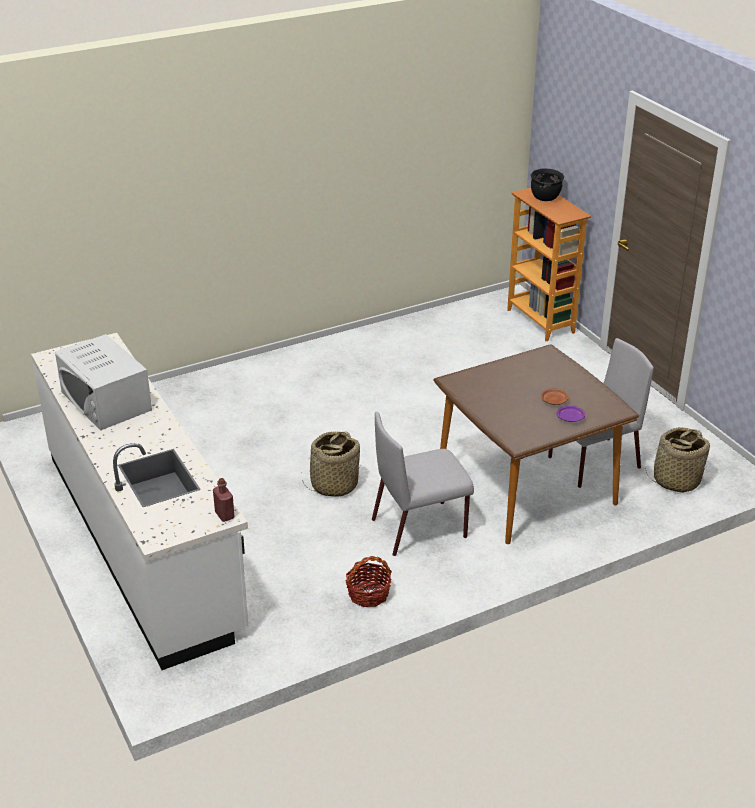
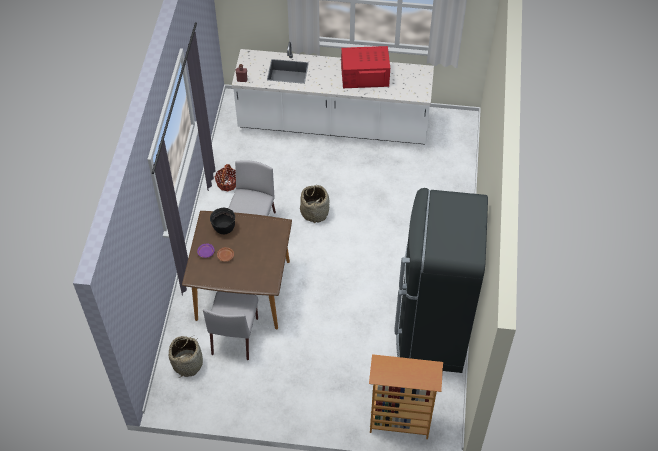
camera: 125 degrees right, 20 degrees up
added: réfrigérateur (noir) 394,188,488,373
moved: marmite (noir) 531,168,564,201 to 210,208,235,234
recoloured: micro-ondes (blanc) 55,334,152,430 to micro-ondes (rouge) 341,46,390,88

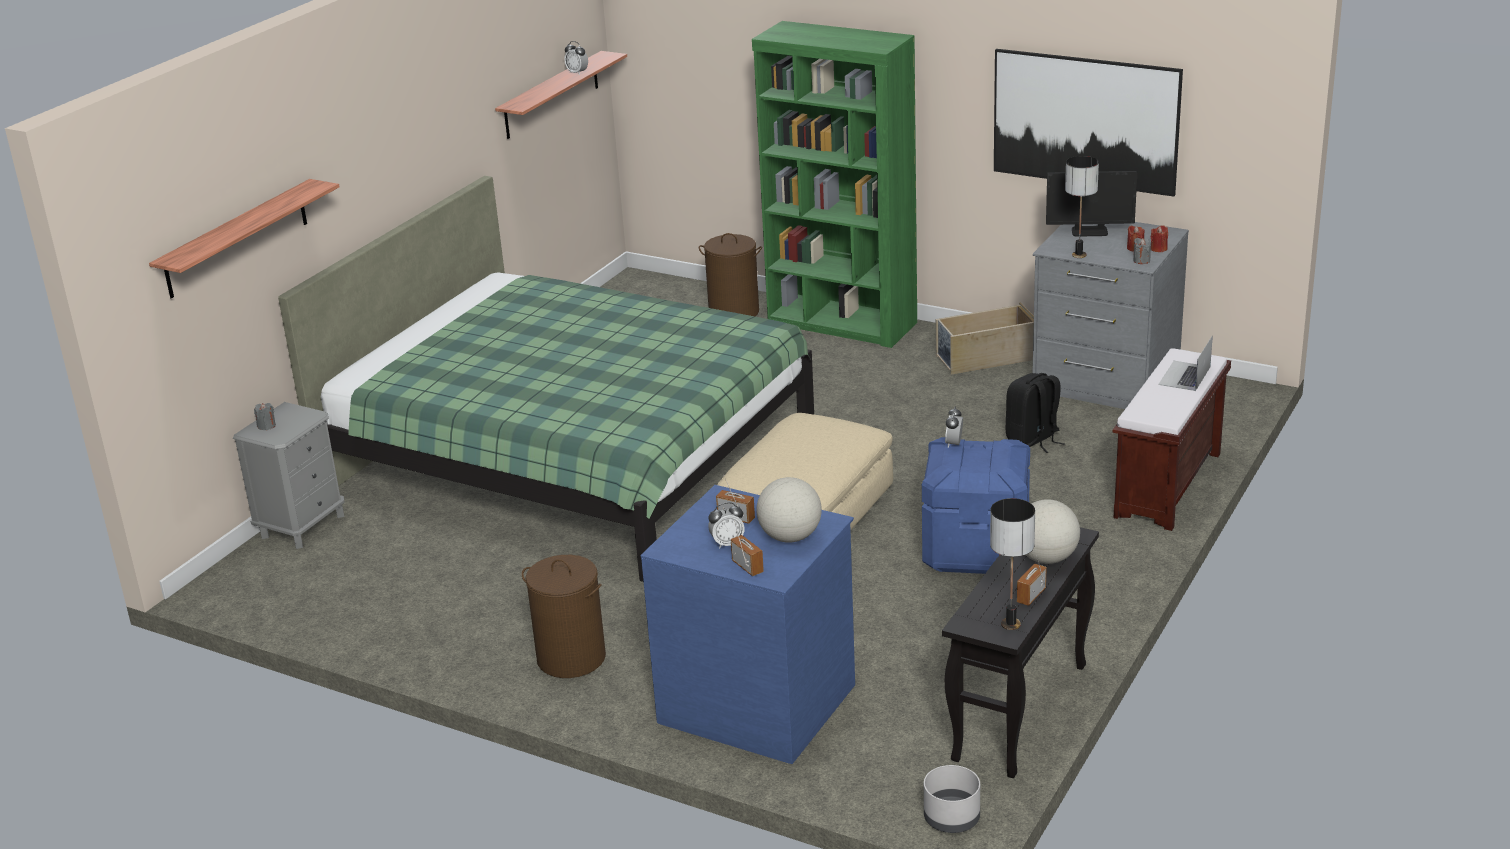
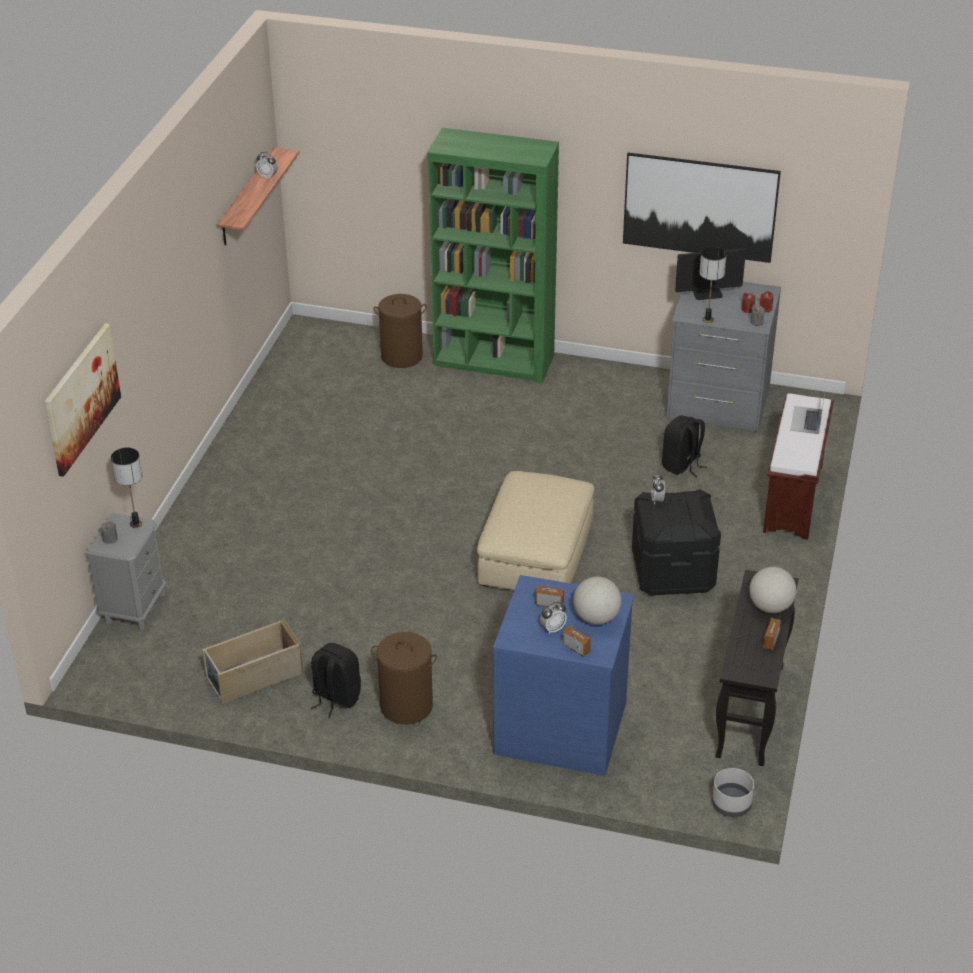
camera: 15 degrees left, 10 degrees up
removed: lit (vert) 278,176,814,582
added: sac à dos (noir) 311,643,361,717
moved: boîte de rangement (beige) 936,302,1034,375 to 202,618,304,704; lampe de table 990,498,1035,630 to 111,447,142,528
replaced: étagère 149,179,340,299 to tableau 44,324,121,477
recoloured: boîte de rangement (bleu) 922,437,1030,574 to boîte de rangement (noir) 632,489,721,596

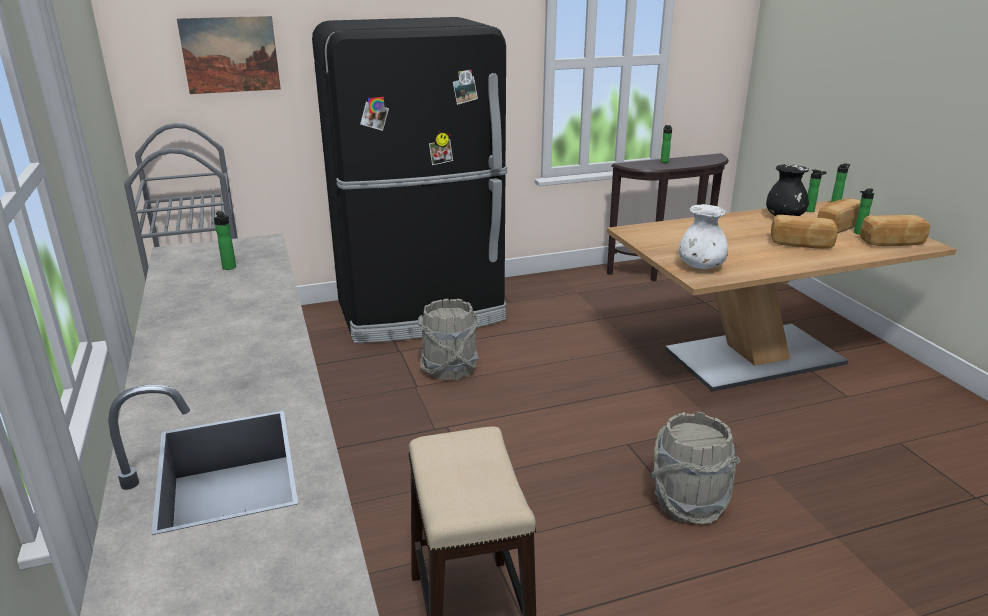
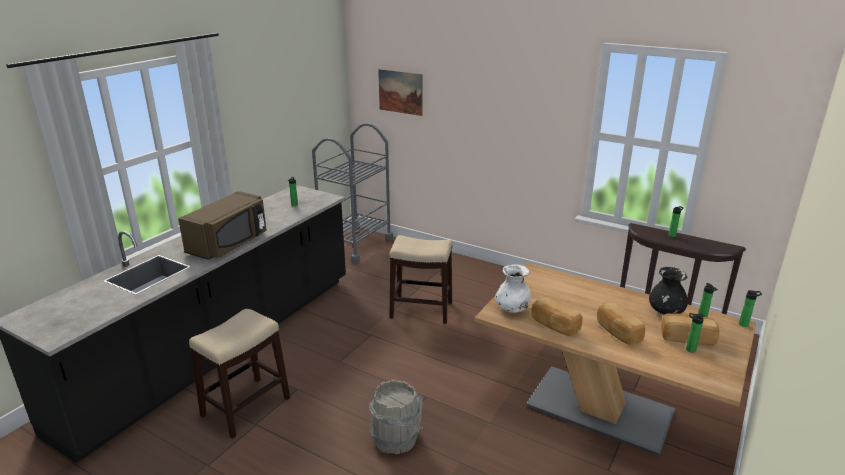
camera: 50 degrees right, 0 degrees up
removed: réfrigérateur (noir) 312,17,507,343
added: micro-ondes (marron) 178,191,267,260
moved: pain 860,215,930,246 to 531,296,582,336
replaced: seau (gris) 417,298,479,381 to tabouret 389,235,452,324

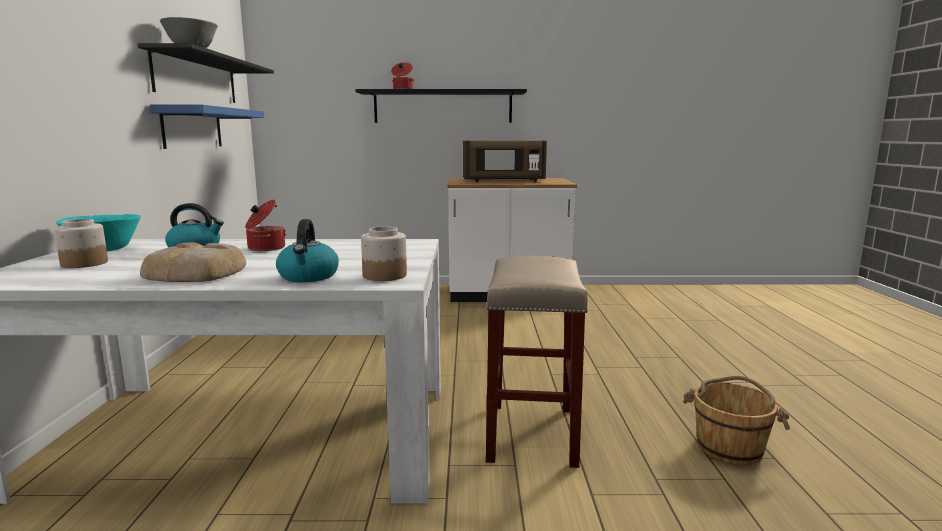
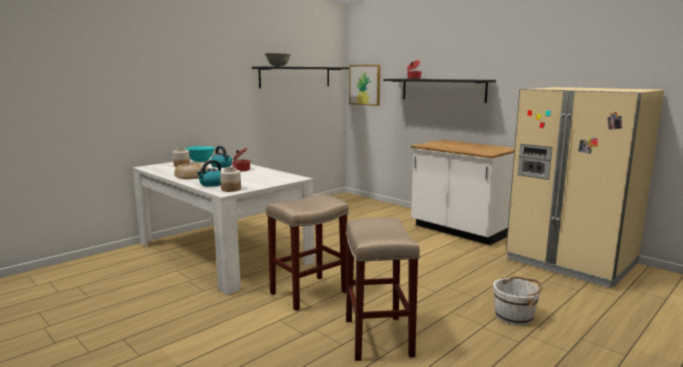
camera: 45 degrees right, 0 degrees up
removed: étagère (bleu) 150,105,264,149; micro-ondes (marron) 463,140,547,182
added: tableau 349,65,380,106; réfrigérateur (beige) 506,87,664,288; seau (blanc) 493,276,542,325
replaced: seau (marron) 683,376,790,465 to tabouret (beige) 346,218,420,361

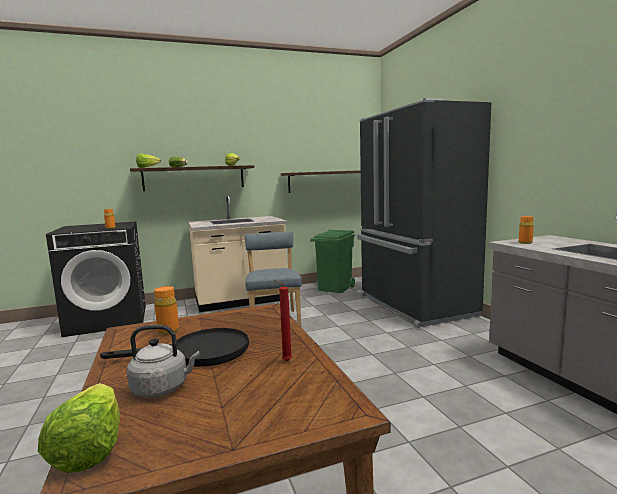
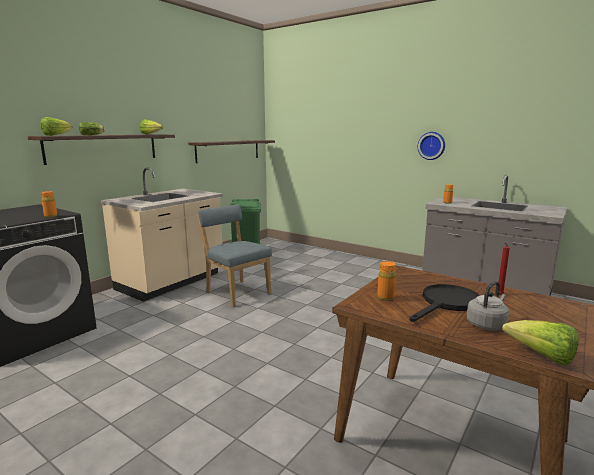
camera: 35 degrees left, 5 degrees up
removed: réfrigérateur (noir) 357,98,491,328
added: horloge murale 418,132,445,160

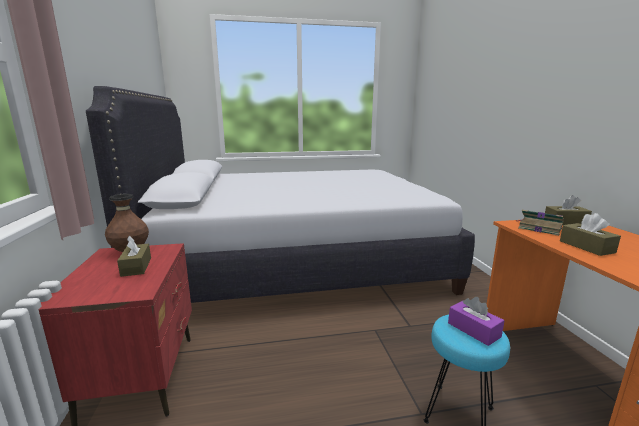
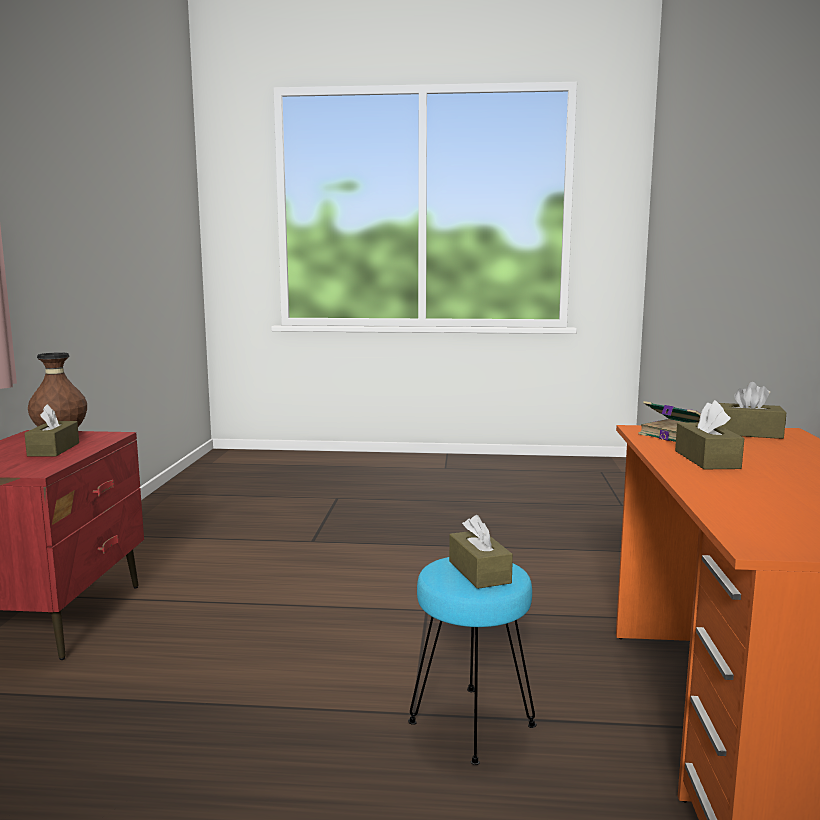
camera: 15 degrees right, 5 degrees down
removed: lit (blanc) 86,86,475,303
recoloured: boîte à mouchoirs (violet) 448,297,504,346 to boîte à mouchoirs (marron) 449,515,513,589

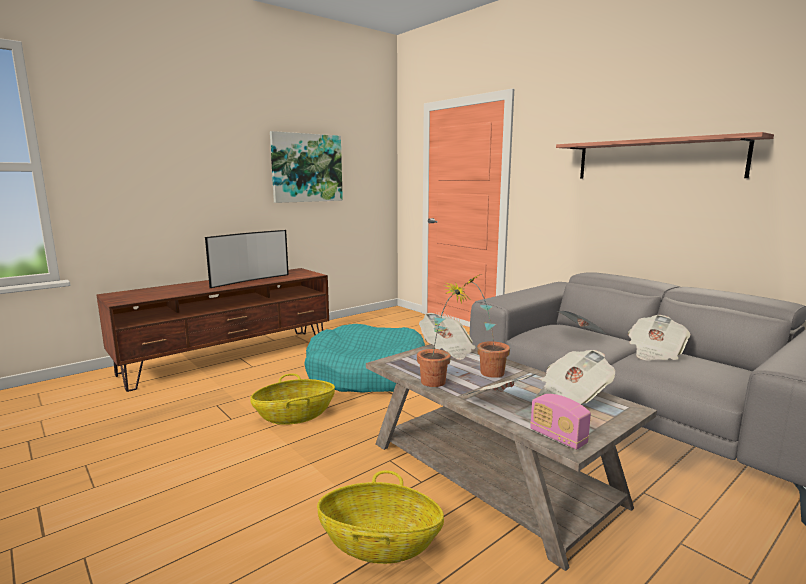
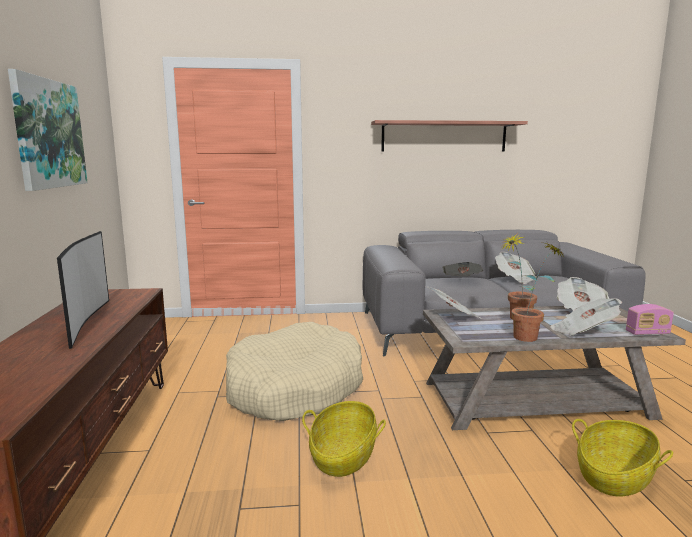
camera: 55 degrees left, 0 degrees up
recoloured: panier pour chien (turquoise) 304,324,425,393 to panier pour chien (beige) 226,322,363,421

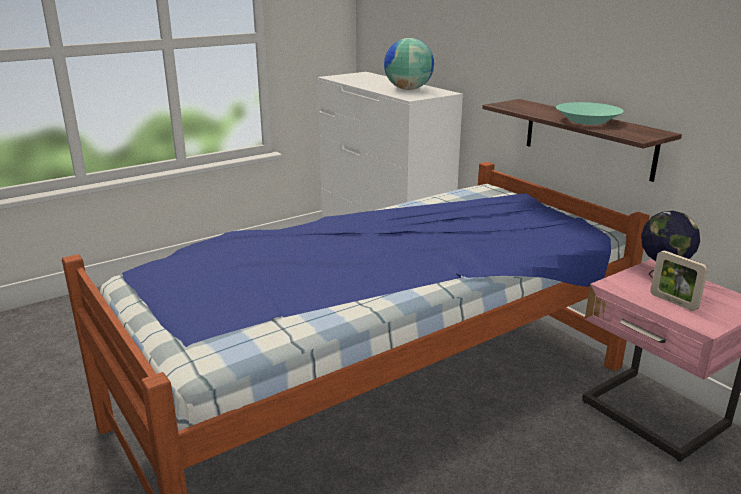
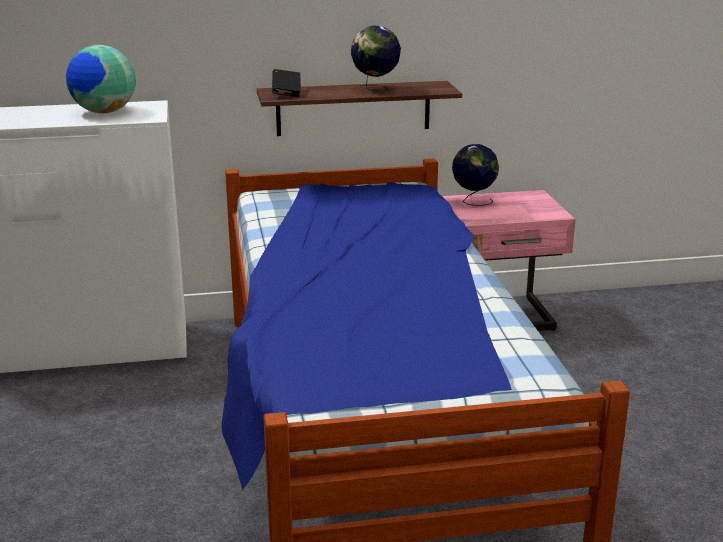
camera: 65 degrees left, 0 degrees up
removed: cadre photo 650,251,708,311
added: livre (noir) 272,69,301,97
replaced: bol (turquoise) 556,102,624,125 to globe 351,25,401,92

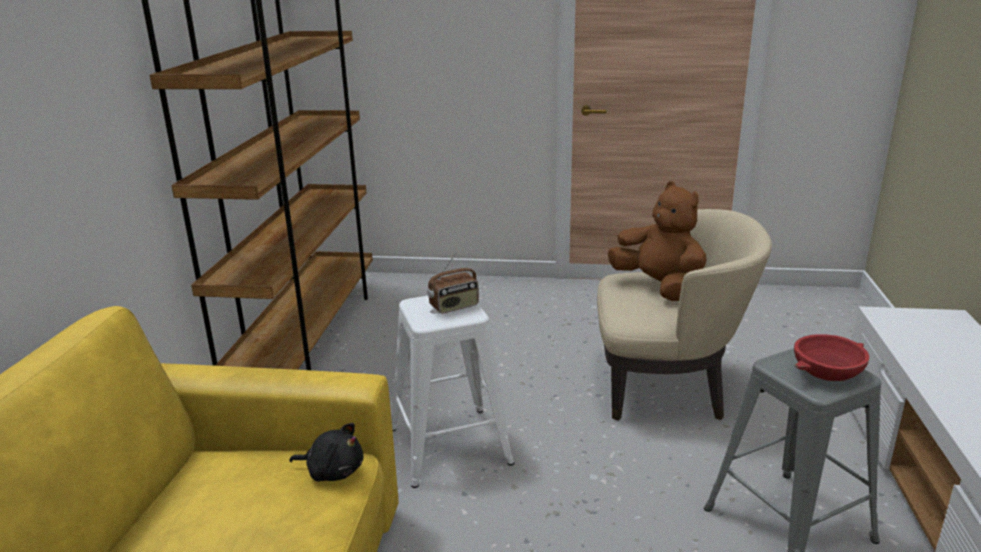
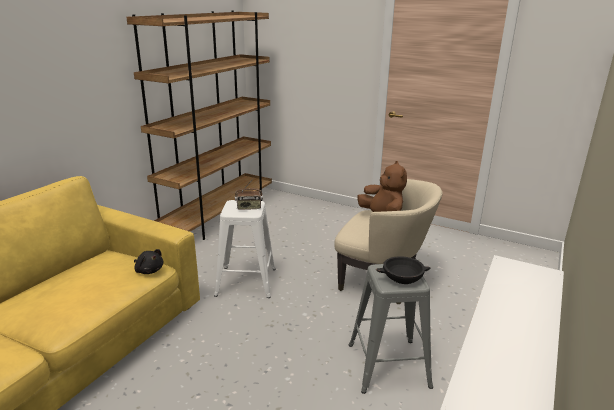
camera: 20 degrees right, 0 degrees up
recoloured: bol (rouge) 794,334,869,381 to bol (noir) 376,256,431,284

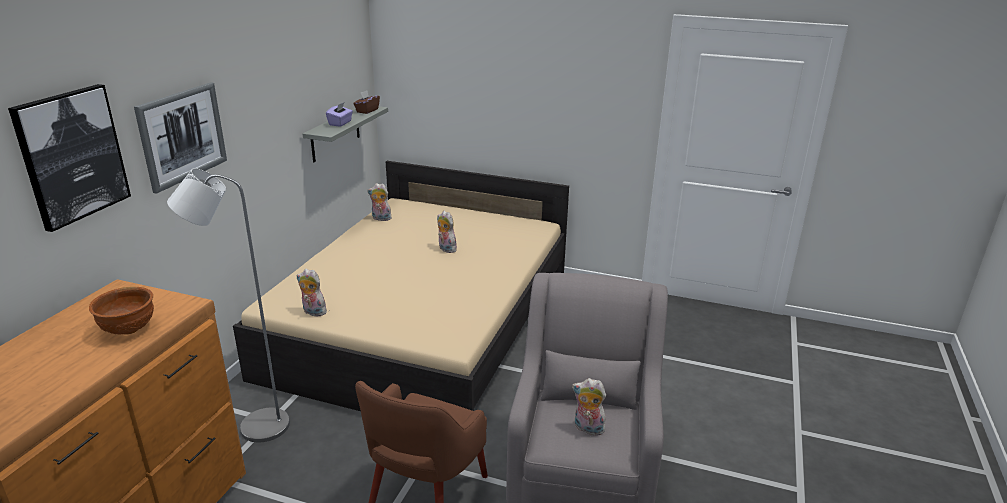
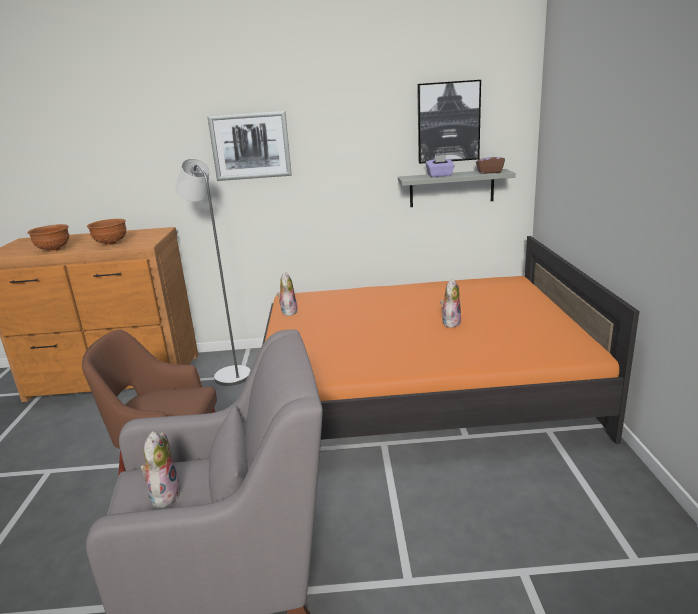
camera: 70 degrees right, 5 degrees down
removed: peluche 367,183,392,221
added: bol (marron) 27,224,69,252
moved: tableau 8,84,131,232 to 417,80,481,164
recoloured: lit (beige) 233,161,569,411 to lit (orange) 262,236,639,444

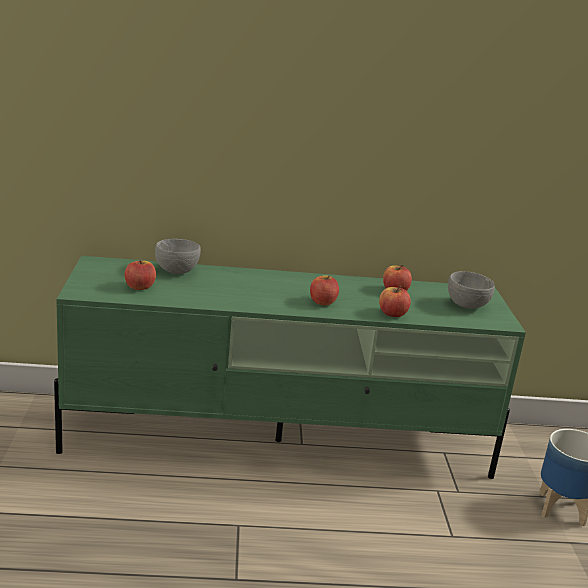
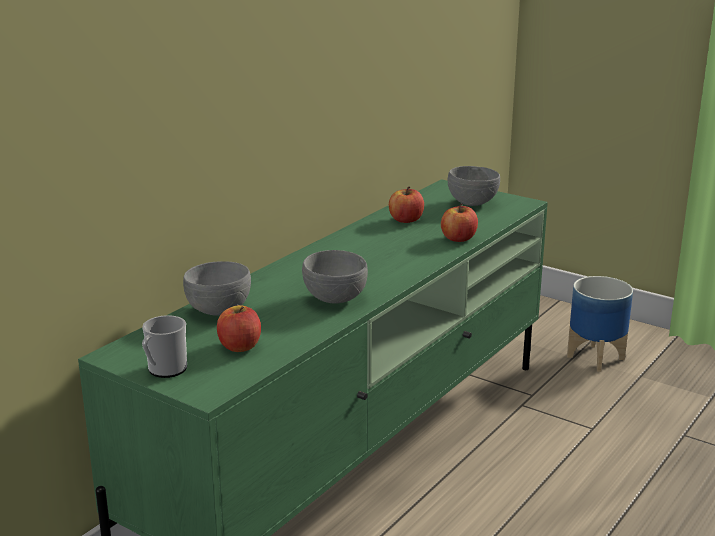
camera: 50 degrees left, 0 degrees up
removed: pomme 310,275,339,305
added: bol (gris) 302,250,368,304; mug 142,315,187,378

